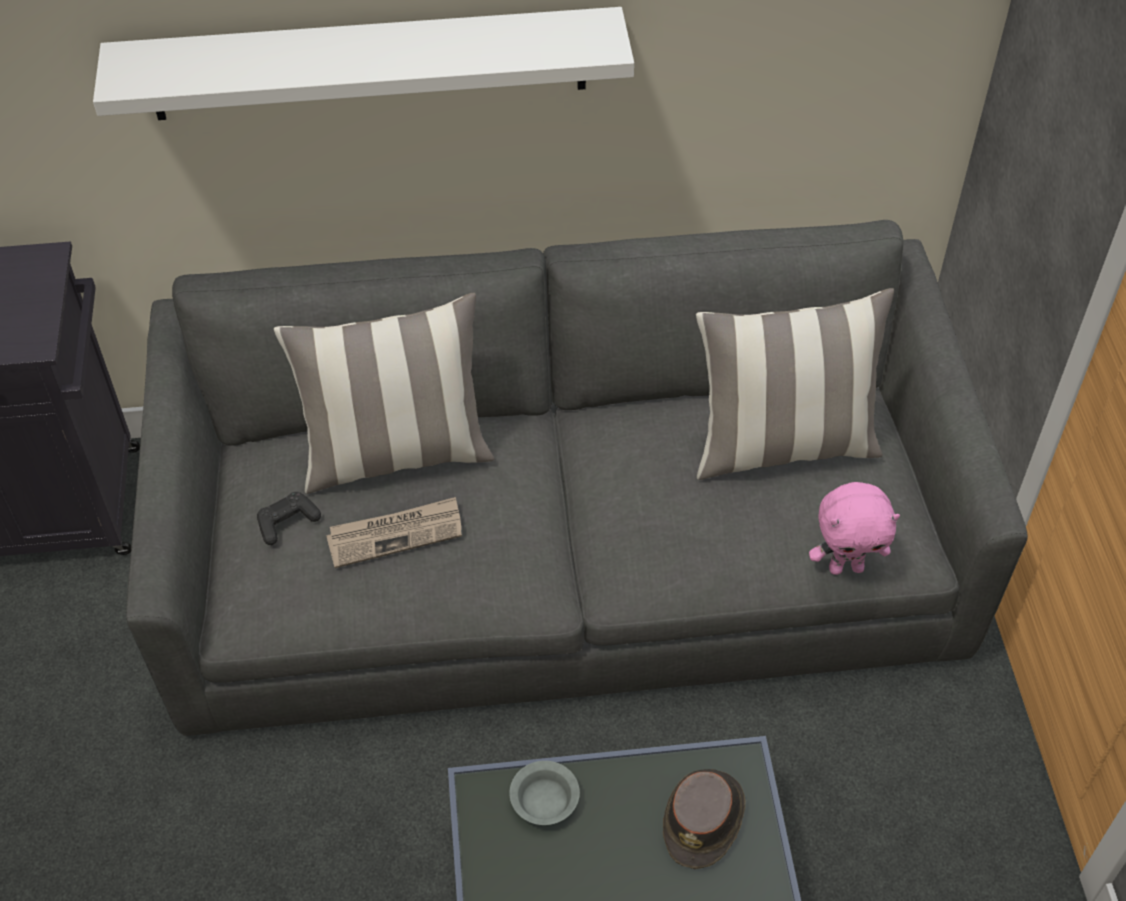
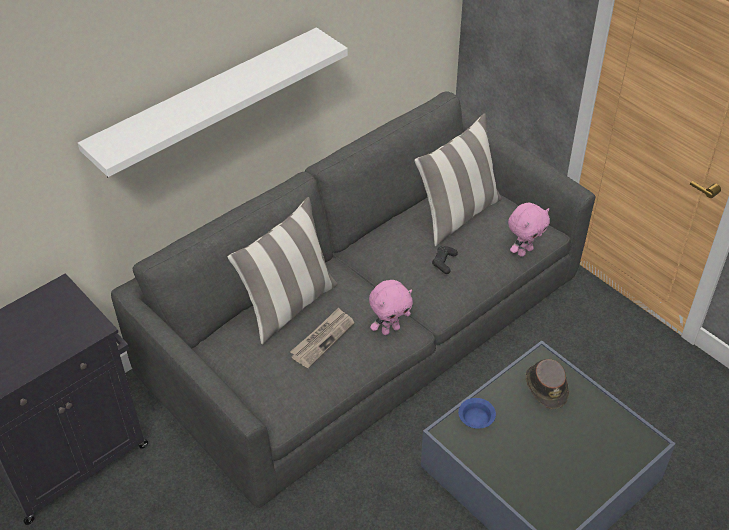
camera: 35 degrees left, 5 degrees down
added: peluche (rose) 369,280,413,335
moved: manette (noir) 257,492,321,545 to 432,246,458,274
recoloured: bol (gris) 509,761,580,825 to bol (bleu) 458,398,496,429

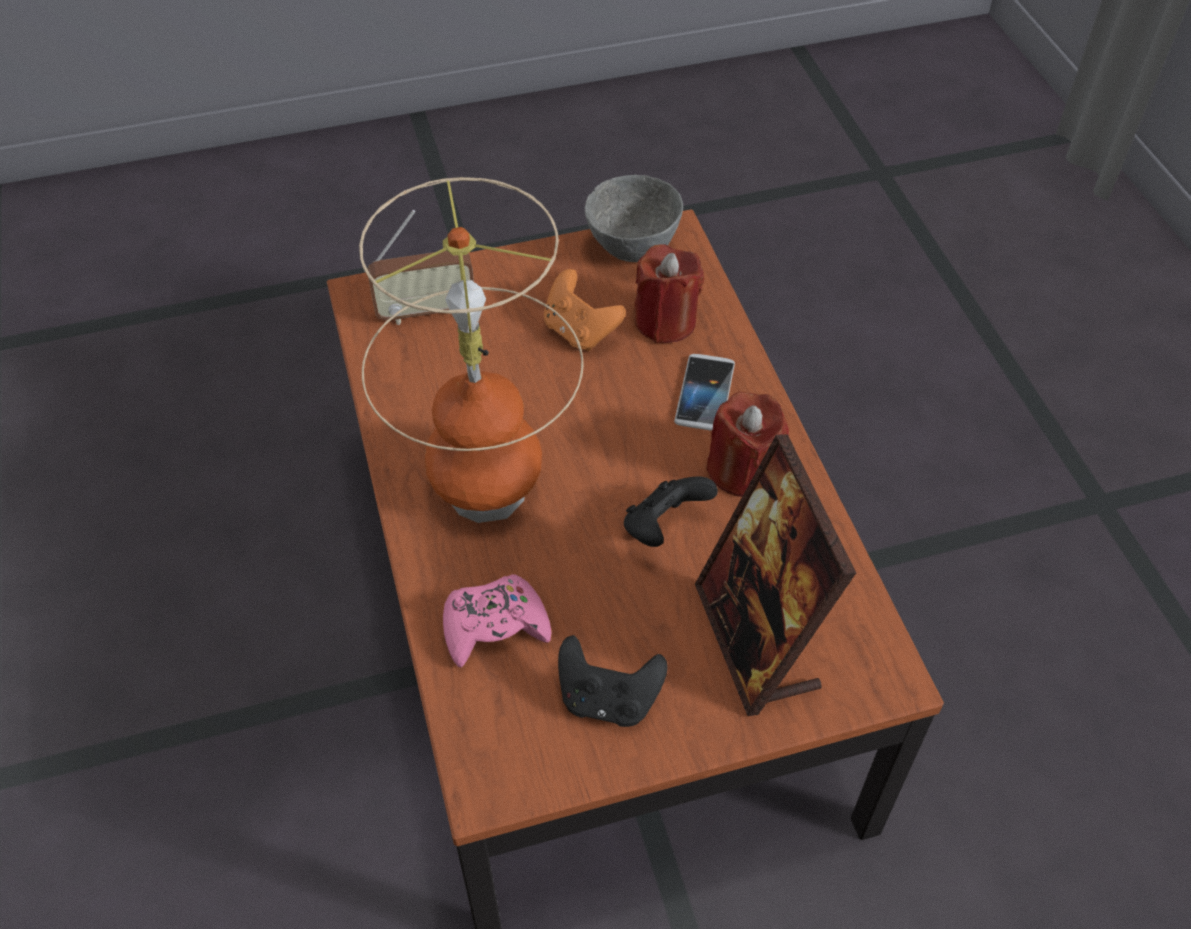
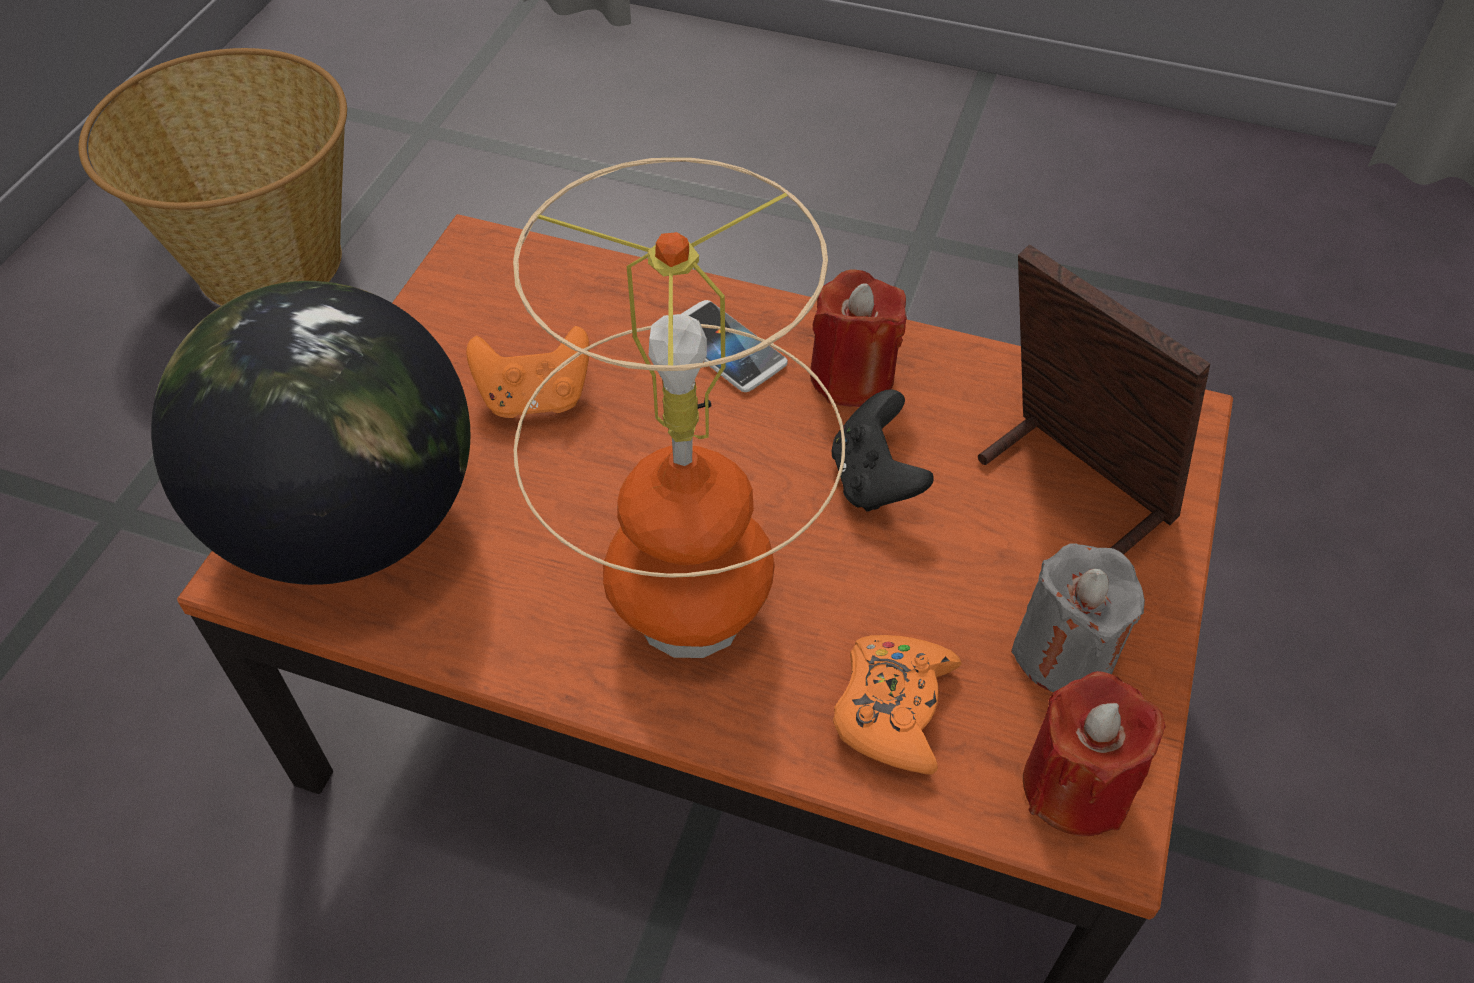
camera: 55 degrees left, 0 degrees up
removed: bol (gris) 585,175,683,262
added: panier 79,48,347,306
moved: bougie (rouge) 634,244,704,343 to 1023,671,1166,836
replaced: radio 367,210,474,325 to globe 151,281,470,585; manette (noir) 558,635,668,727 to bougie (gris) 1011,544,1145,693
recoloured: manette (rose) 443,574,552,667 to manette (orange) 833,635,962,775
turned: cadre photo 695,434,856,716 = 978,244,1210,555 150 degrees counterclockwise

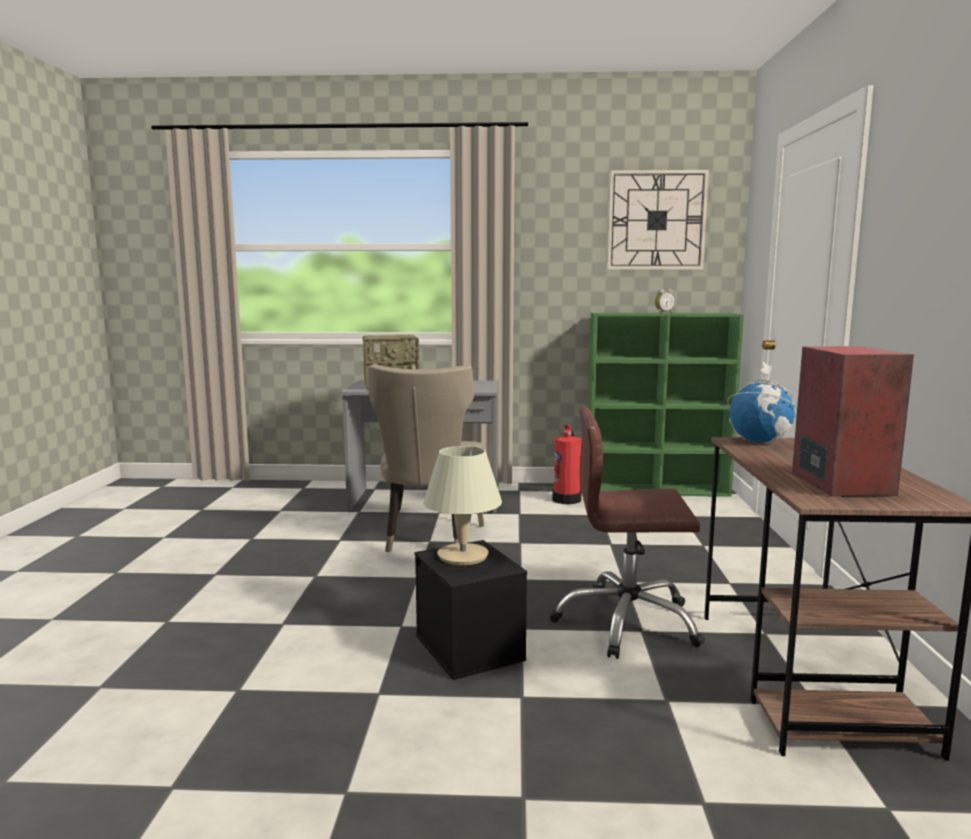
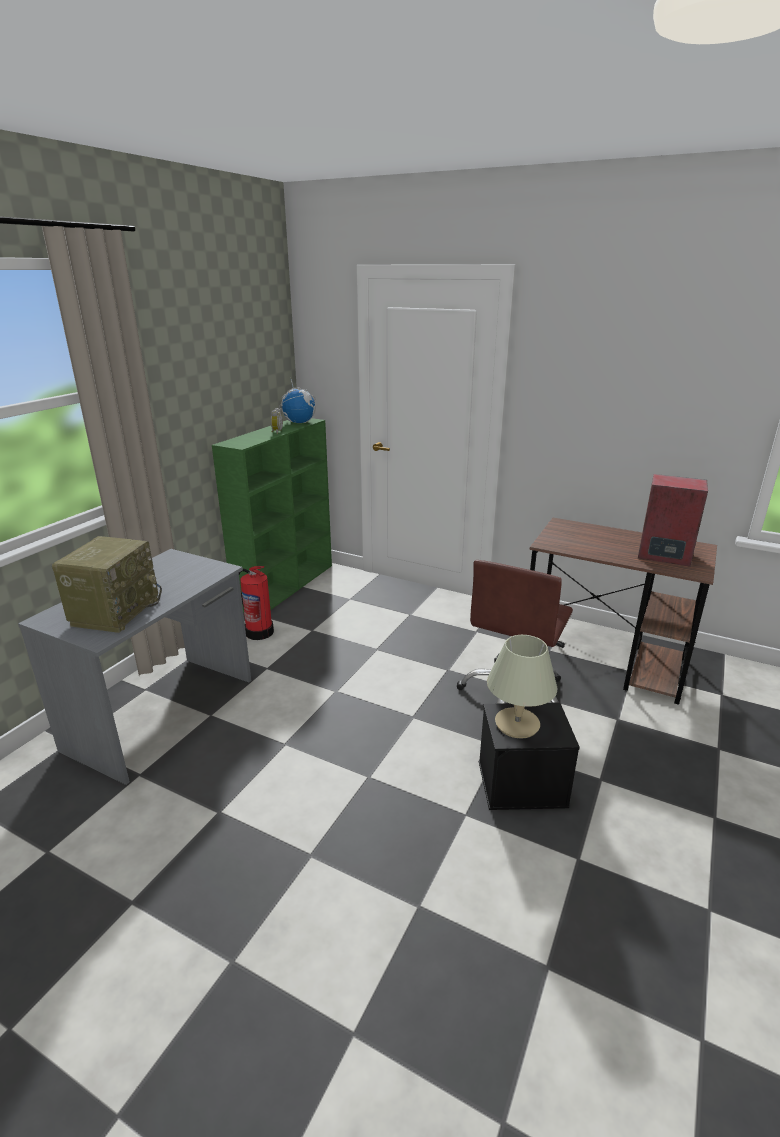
camera: 65 degrees left, 15 degrees up
removed: horloge murale 607,170,709,270; chaise (beige) 368,364,484,552
moved: globe 727,361,797,444 to 279,379,316,423

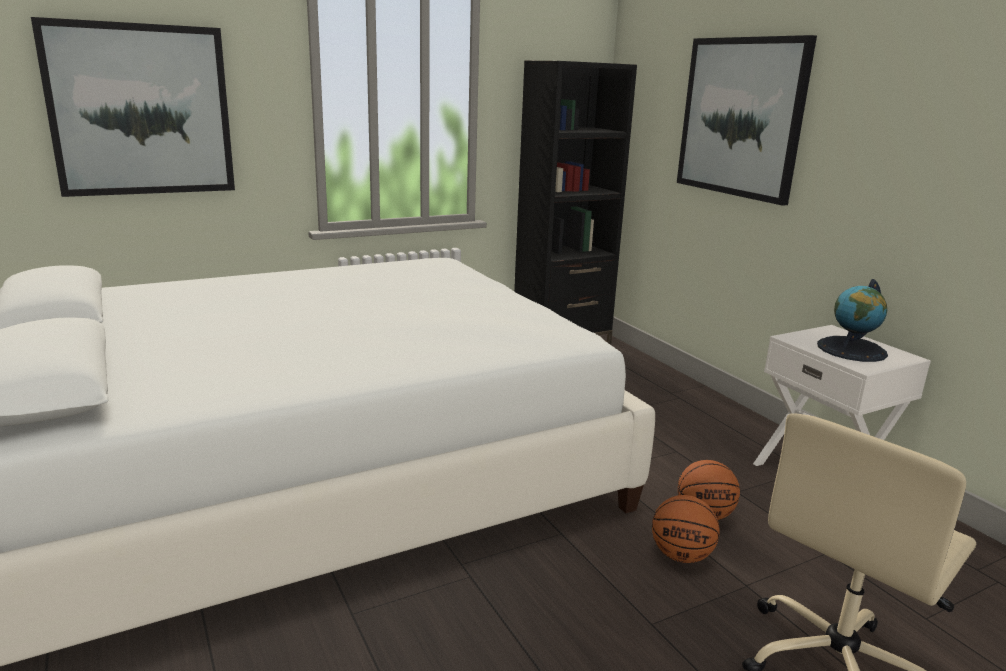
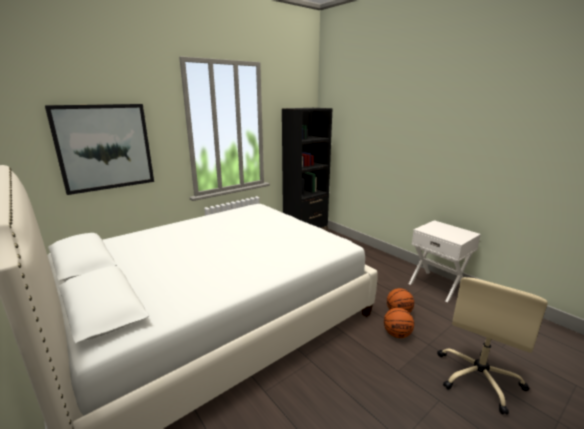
camera: 10 degrees left, 0 degrees up
removed: tableau 677,35,817,206; globe 817,279,888,362

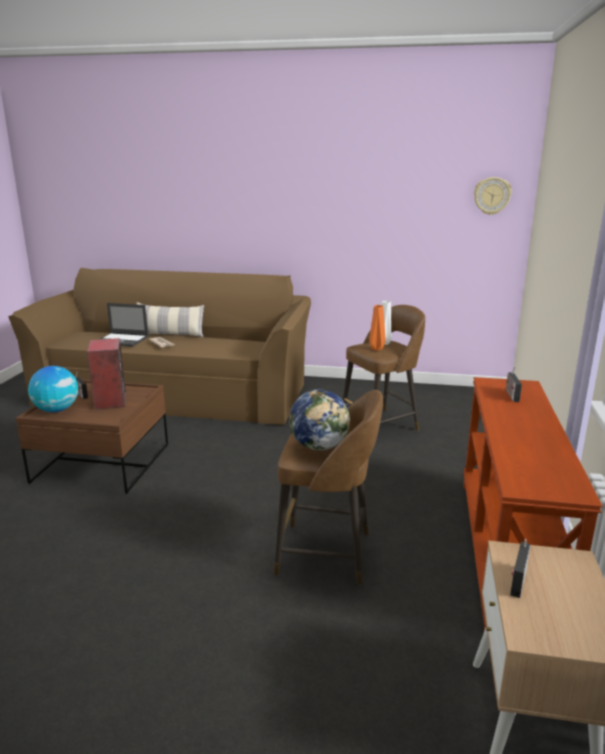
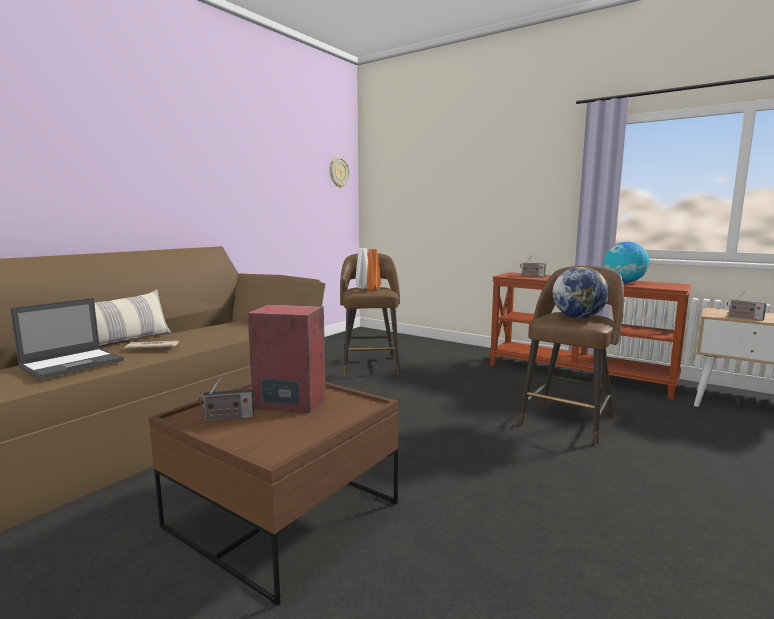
camera: 65 degrees left, 10 degrees down
moved: globe 28,366,79,412 to 604,242,649,283

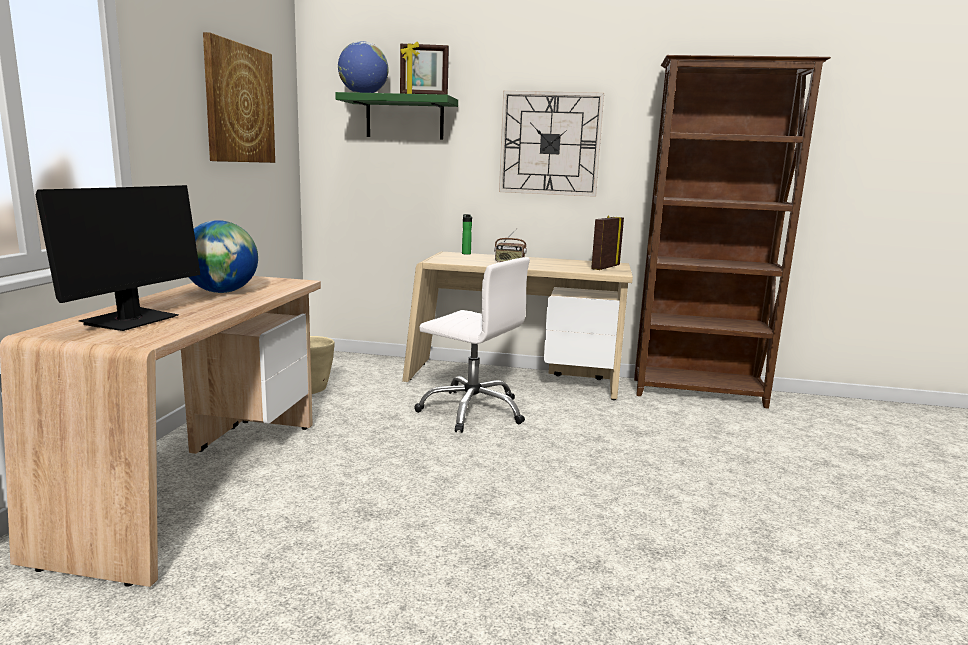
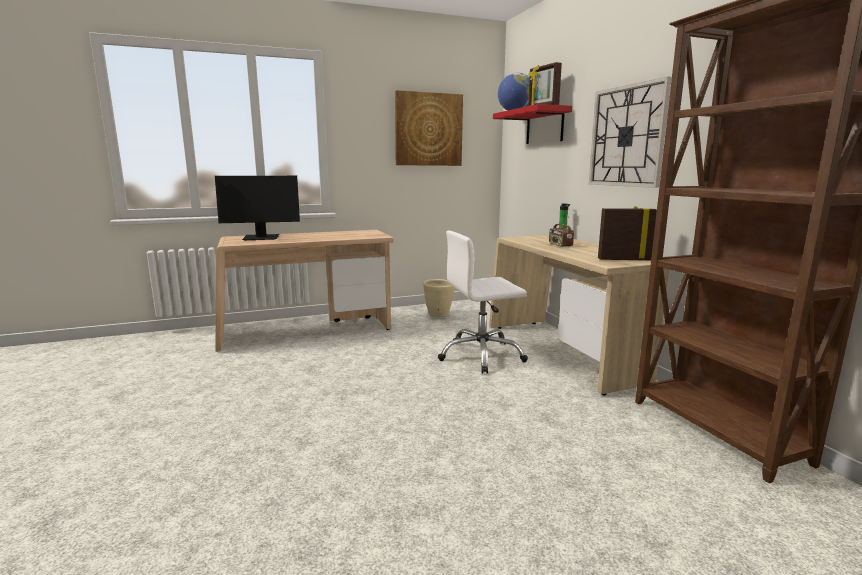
camera: 60 degrees right, 0 degrees up
removed: globe 189,220,258,293
recoloured: étagère (vert) 335,92,458,140 to étagère (rouge) 493,104,572,144
turned: chaise de bureau (blanc) 415,257,530,433 = 438,230,528,374 75 degrees clockwise

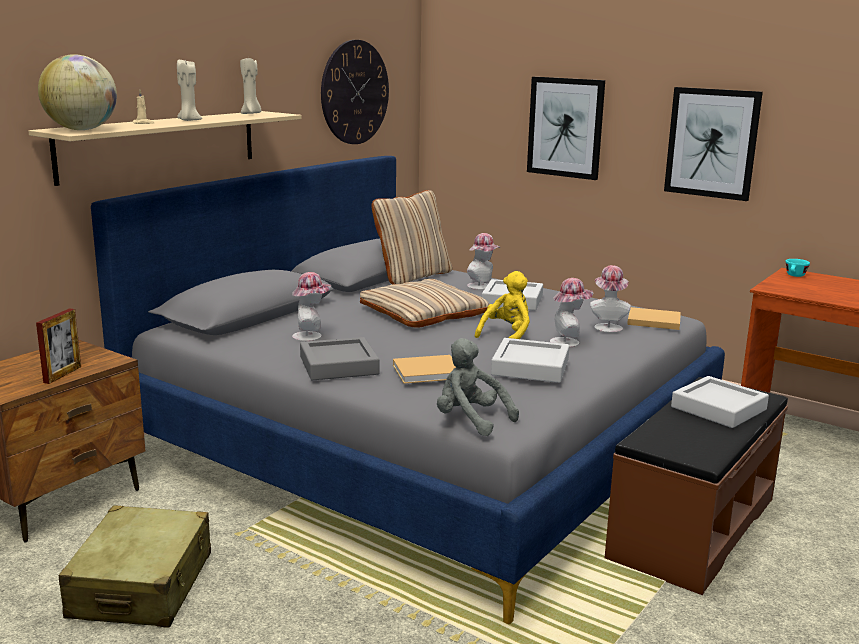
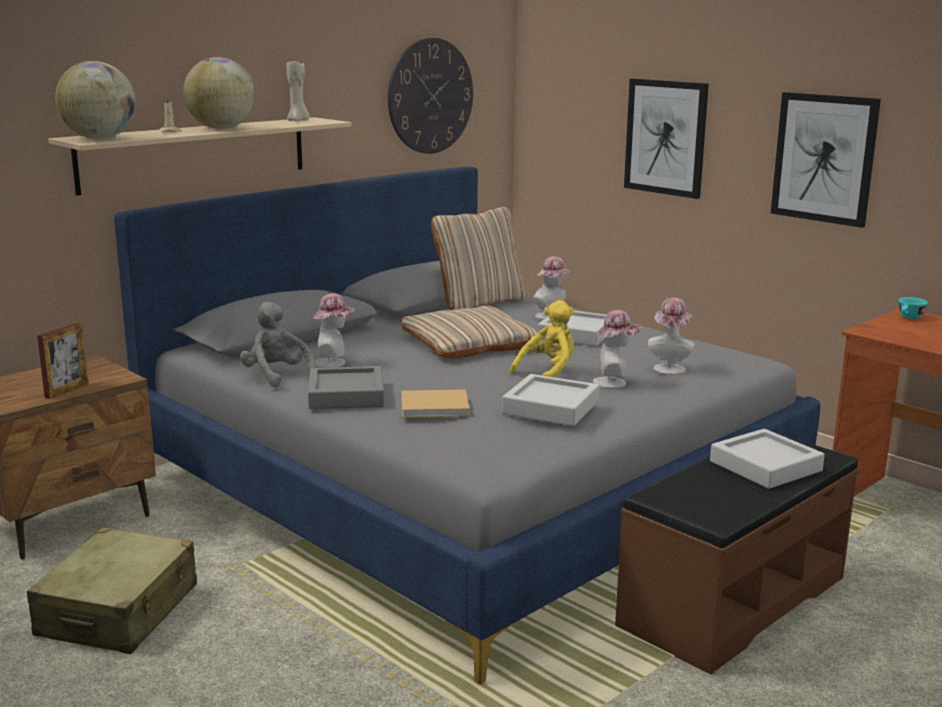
camera: 10 degrees right, 0 degrees up
removed: livre (beige) 627,307,681,330
moved: peluche (gris) 437,338,519,436 to 240,302,317,387
replaced: bougie (beige) 177,60,202,121 to globe 183,57,255,129

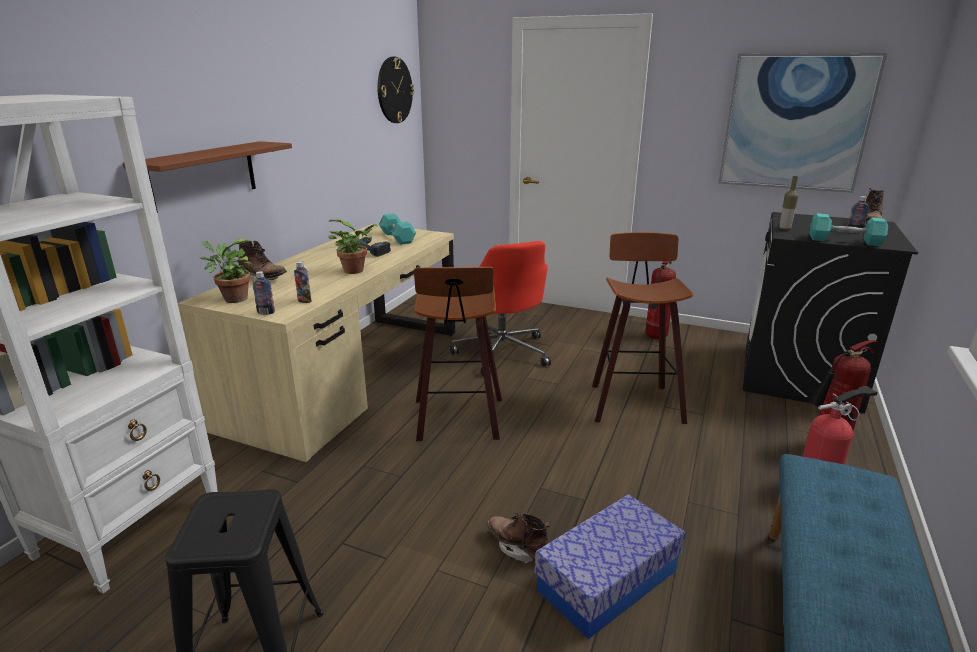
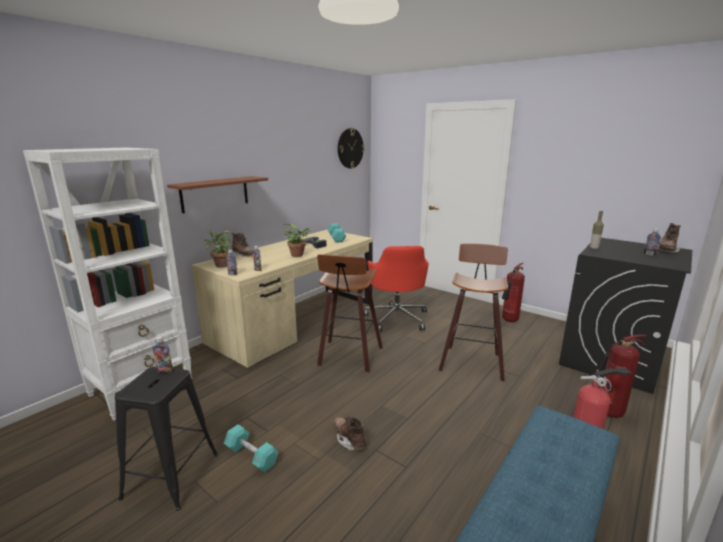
camera: 15 degrees right, 5 degrees down
removed: tableau 718,53,887,193; boîte de rangement 535,494,686,639
added: bouteille 153,336,173,373
moved: haltère (turquoise) 809,213,888,246 to 224,425,279,472

